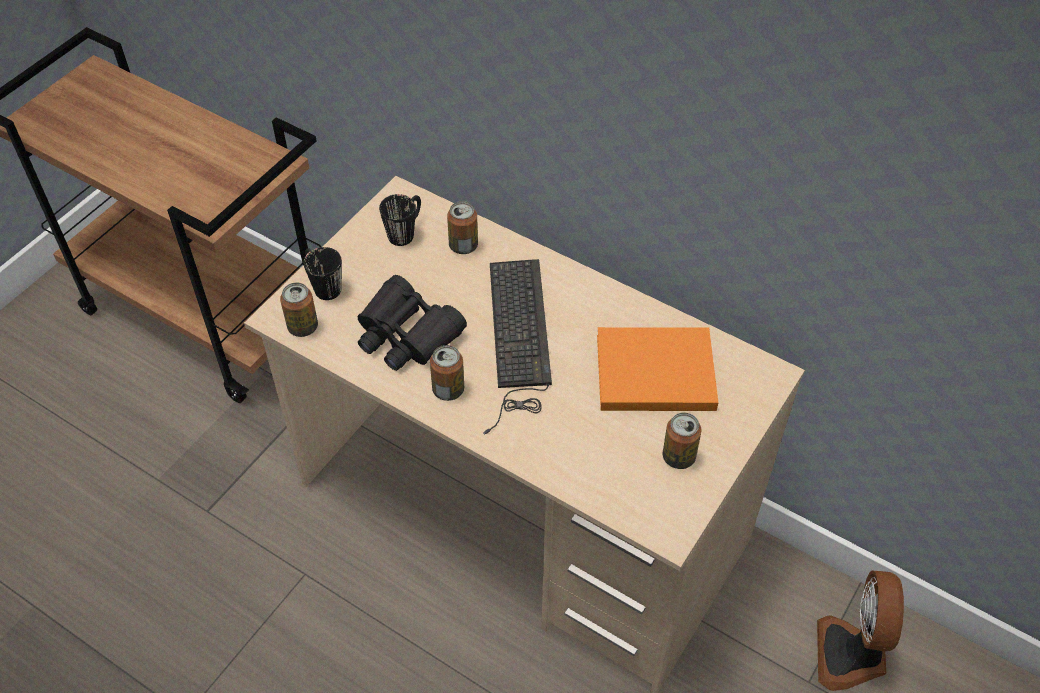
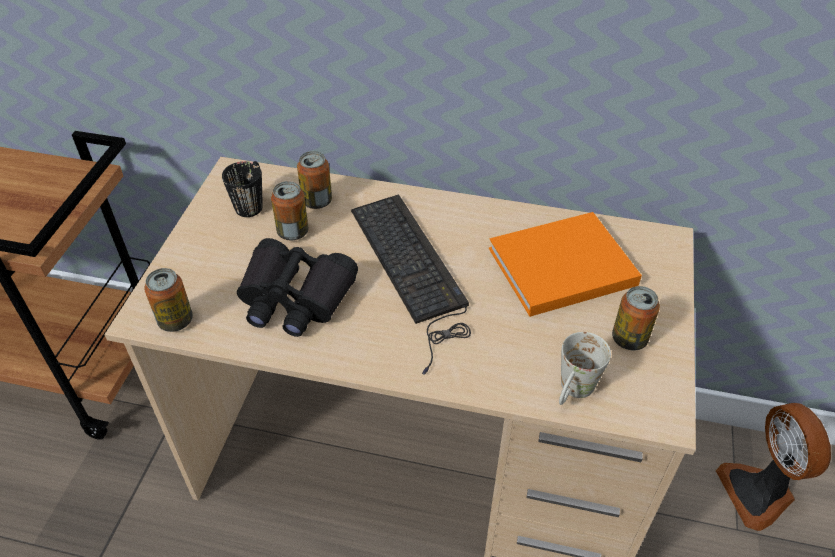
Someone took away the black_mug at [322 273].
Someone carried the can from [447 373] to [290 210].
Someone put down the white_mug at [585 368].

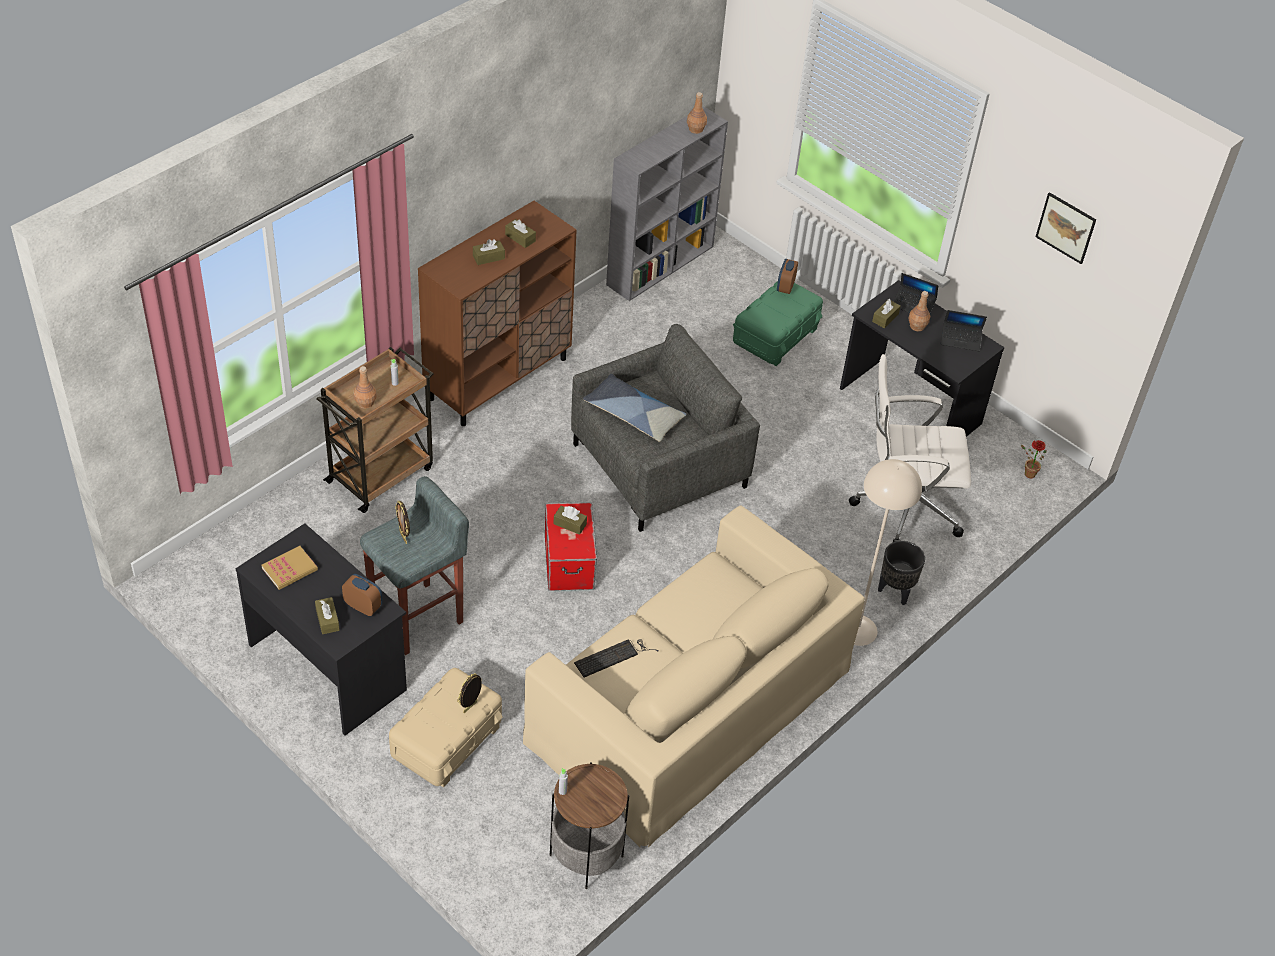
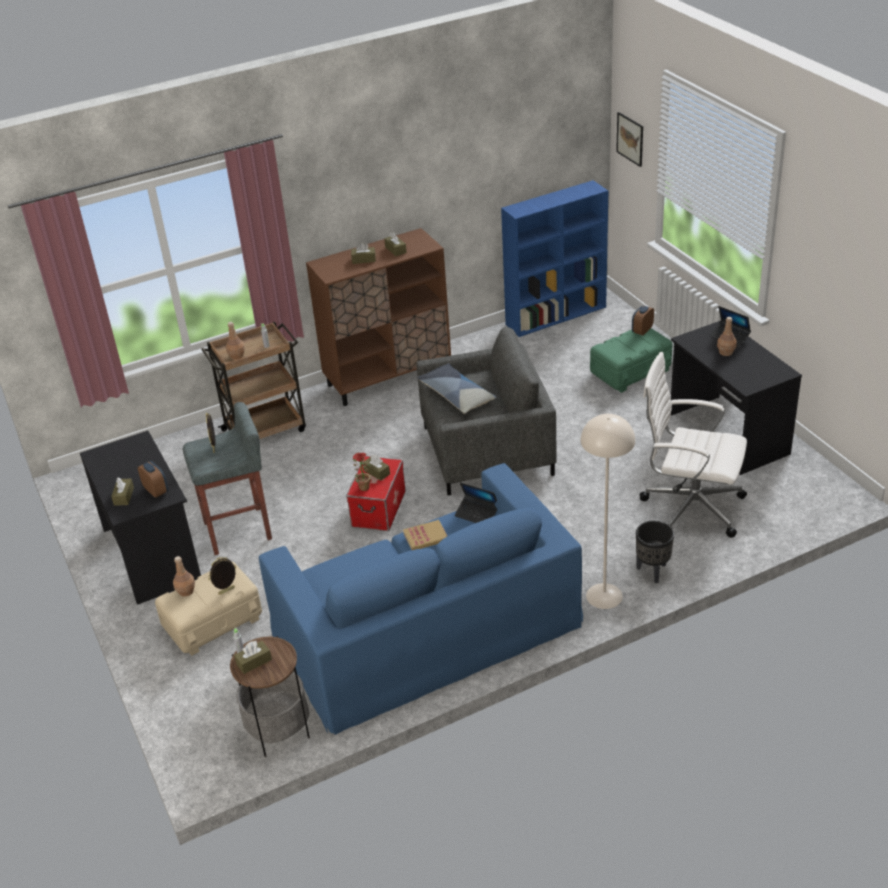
Someone carried the book from [290 568] to [425 535].
Someone repainted the beige_sofa at [694 676], which became the blue_sofa at [421 599].
Someone took away the keyboard at [616 658].
Someone repainted the grey_bookcase at [667 203], which became the blue_bookcase at [554 258].
Someone carried the brown_bottle from [697 113] to [184 576].
Someone carried the brown_tissue_box from [886 313] to [253 657].
Someone carried the laptop from [964 330] to [476 502].
Someone carried the potted_plant from [1034 459] to [362 472].
Someone carried the picture from [1066 228] to [629 139].

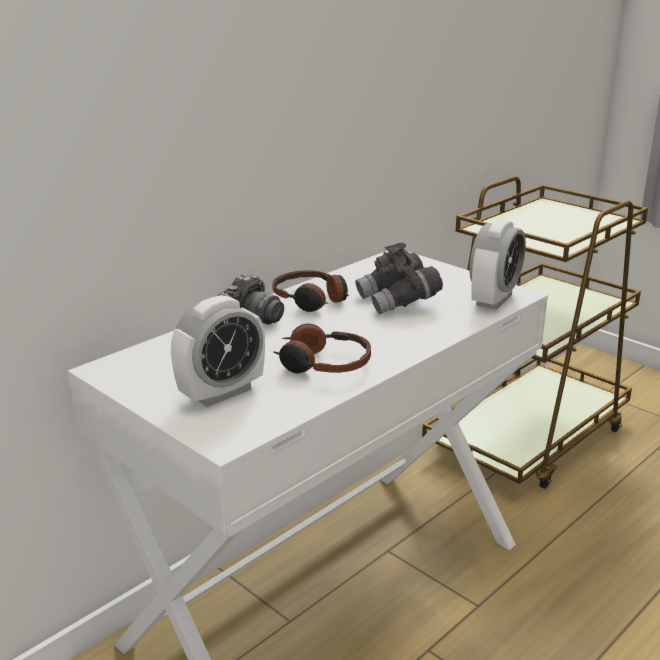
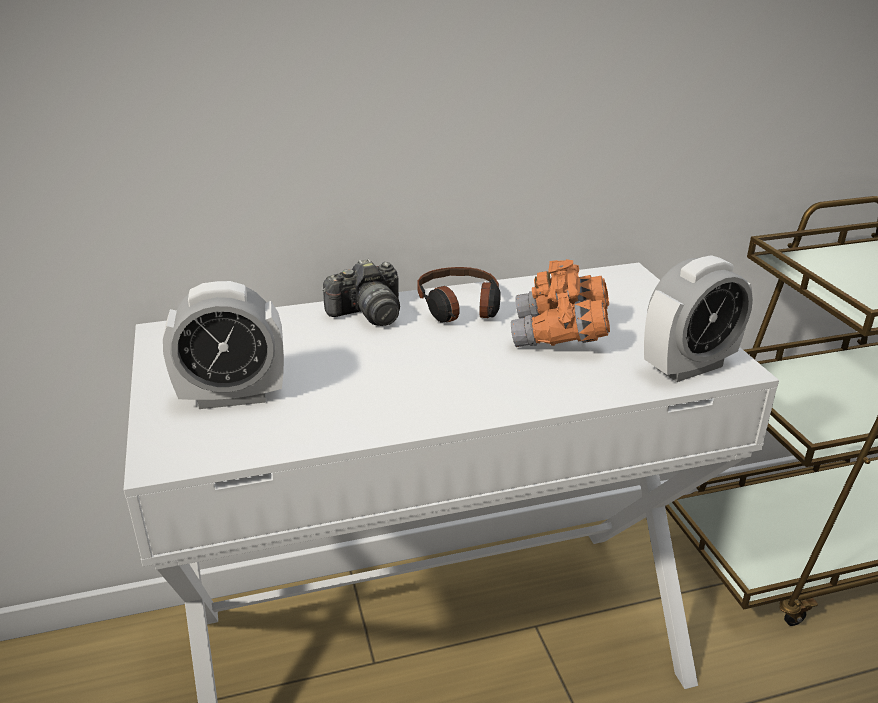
Someone took away the headphones at [322 349].
Someone repainted the grey_binoculars at [399 278], which became the orange_binoculars at [560 303].

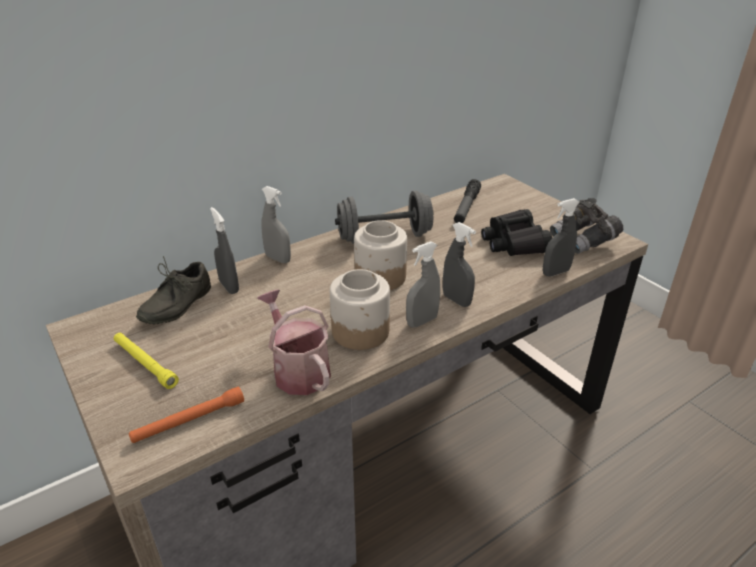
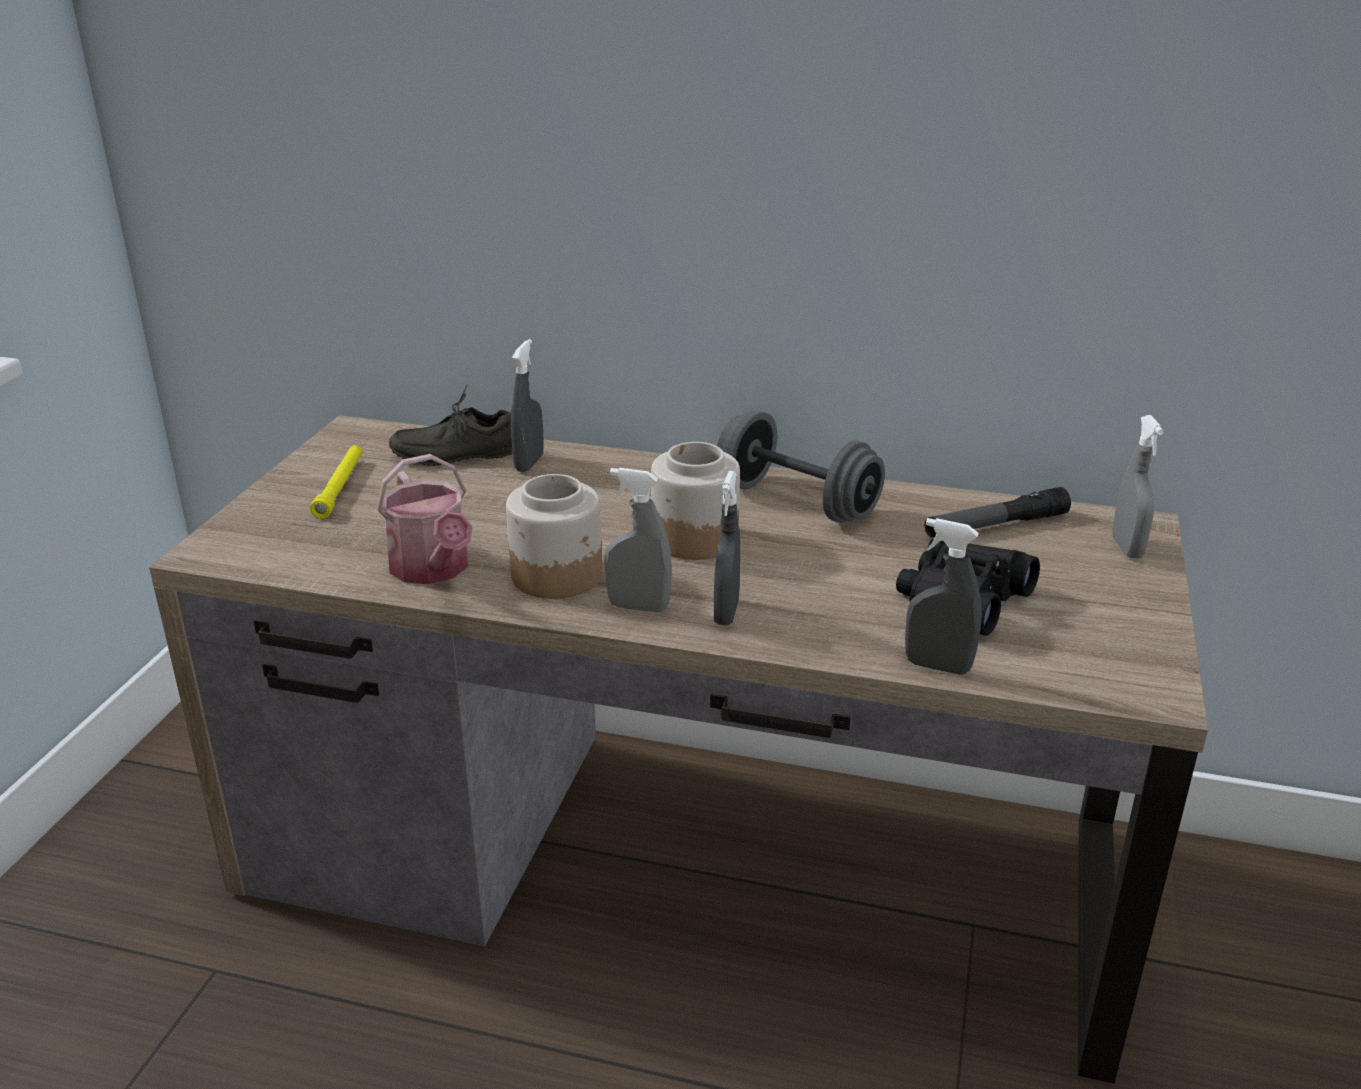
Someone took away the orange_flashlight at [186 415].
Someone rotated the watering_can at [294 342] by 135 degrees clockwise.
Someone carried the grey_spray_bottle from [276 224] to [1138 486].
Someone took away the grey_binoculars at [586 226].

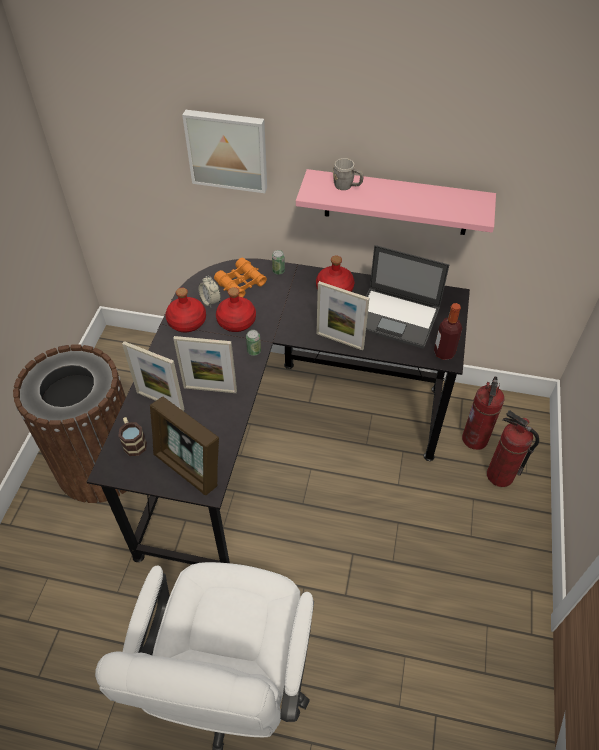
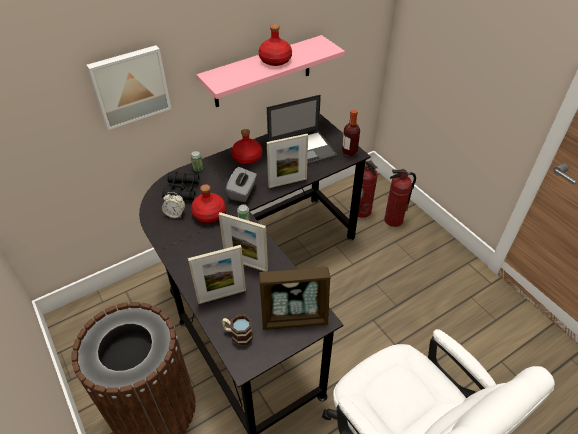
Someone carried the red_bottle from [185 310] to [275 45].
Someone rotated the picture_frame at [205 364] by 60 degrees clockwise.
Someone repainted the orange_binoculars at [240 277], which became the black_binoculars at [180 186].
Someone took away the grey_mug at [348 174].
Someone put down the grey_tissue_box at [241 184].

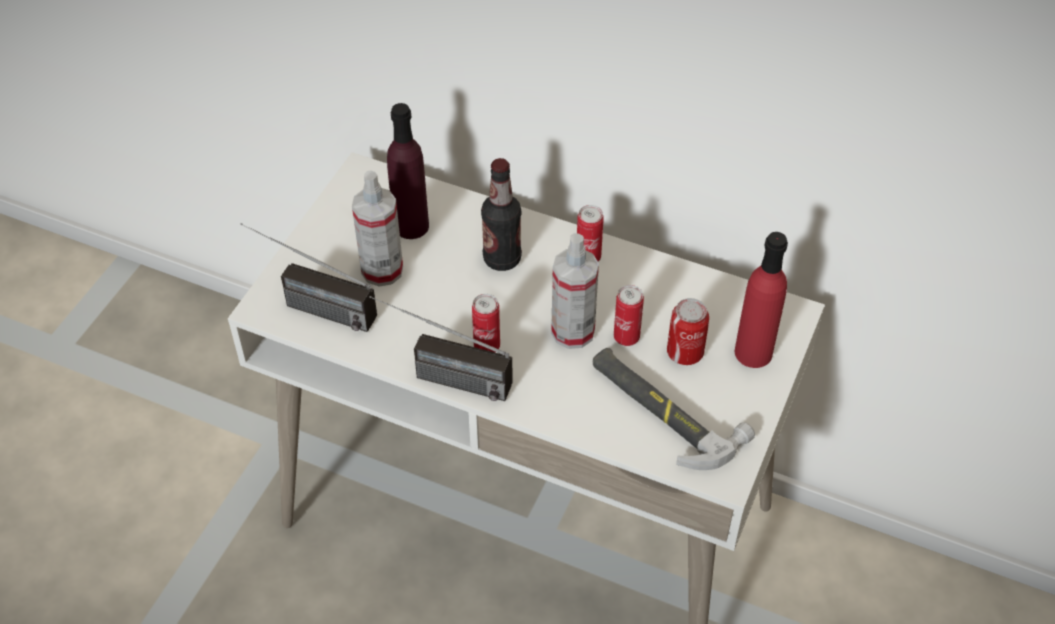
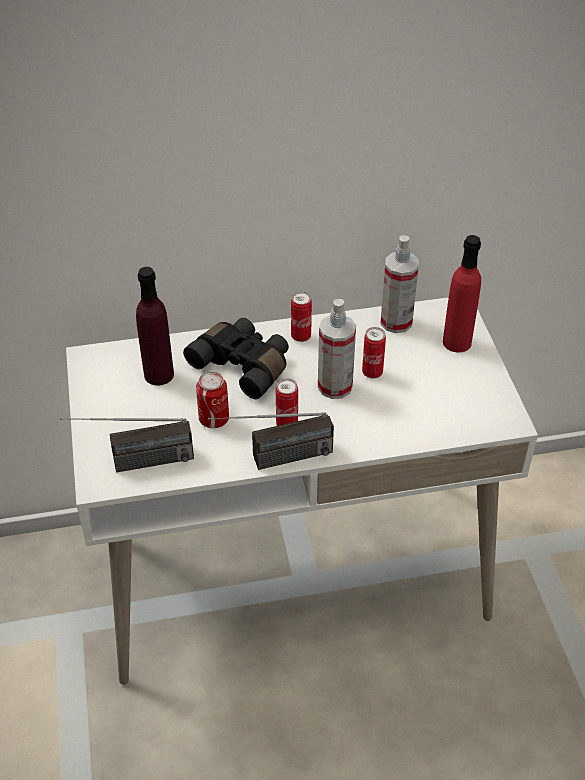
Someone carried the spray_bottle from [377 228] to [399 284].
Someone swapped the bottle at [501 214] for the black_binoculars at [236 358].
Someone took away the hammer at [674 409].
Someone carried the can from [688 331] to [212 400].

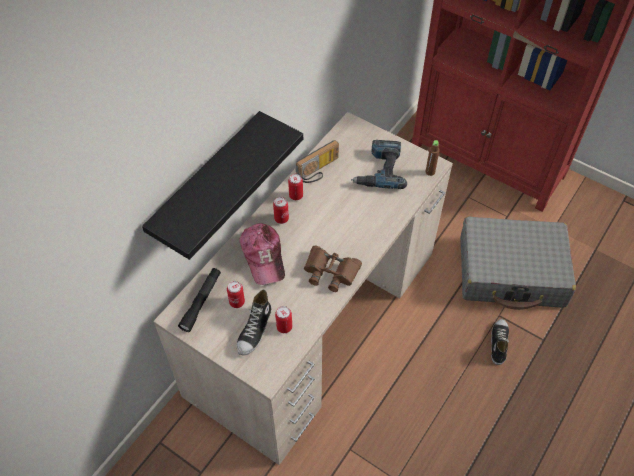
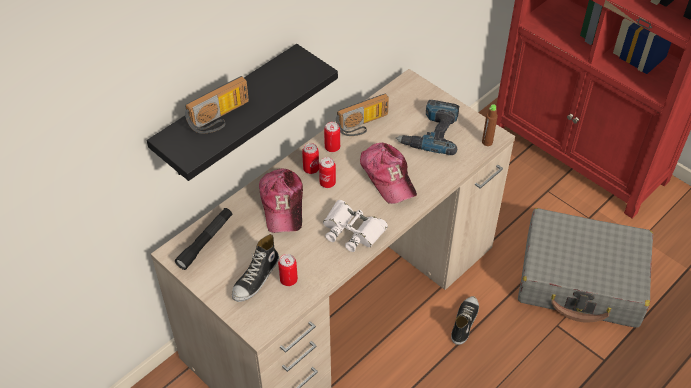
Someone carried the can from [236 294] to [327 172].
Someone repainted the brown_binoculars at [333 269], which became the white_binoculars at [355 226].
Someone carried the shoe from [500 342] to [465 320].
Someone put down the radio at [217 105].
Someone put down the cap at [388 173].

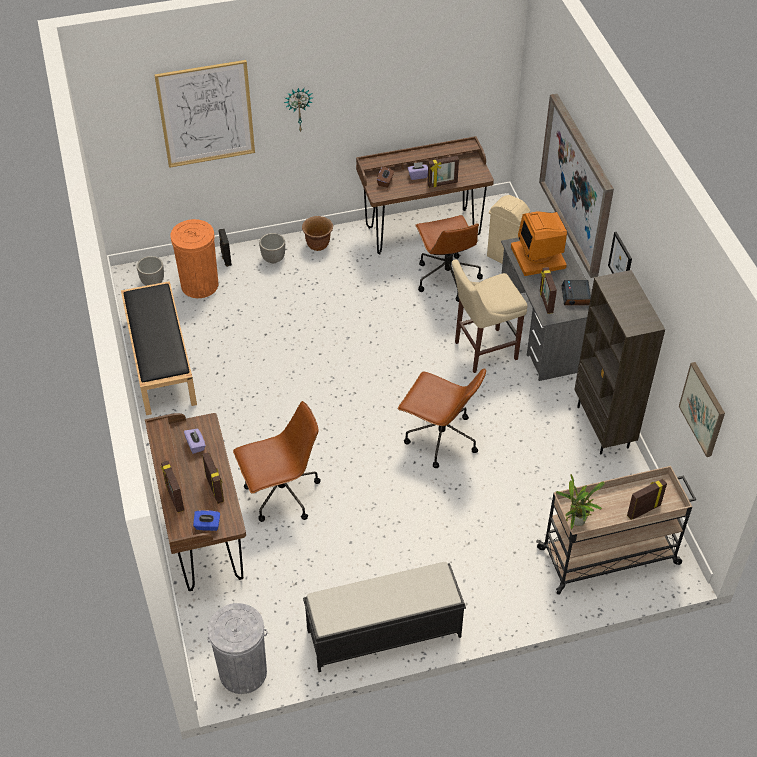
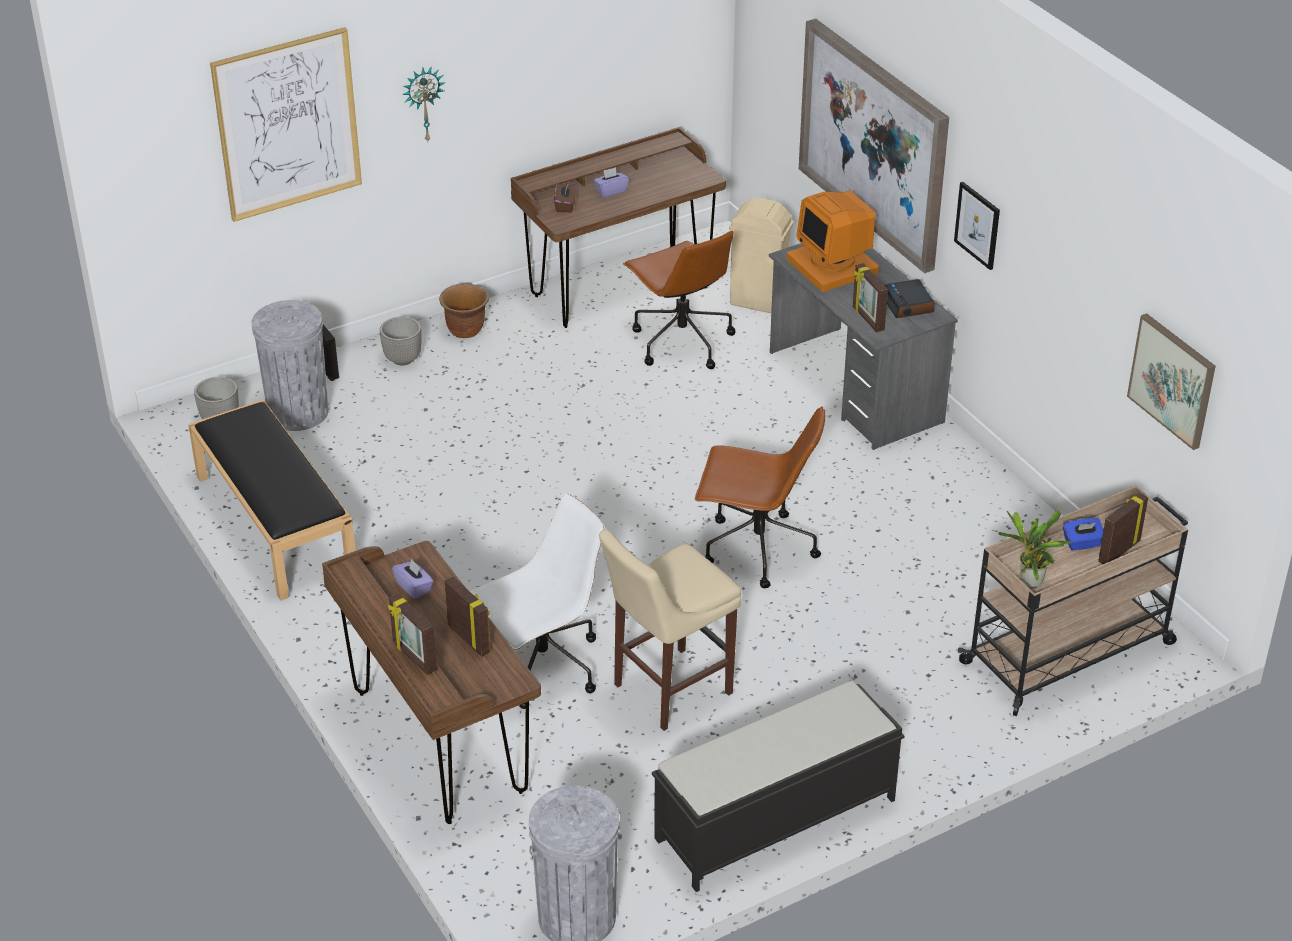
Someone repainted the orange_trash_can at [194 258], which became the grey_trash_can at [290 365].
Someone carried the blue_tissue_box from [206 520] to [1083 534].
Someone repainted the brown_office_chair at [277 461], which became the white_office_chair at [538 601].
Someone took away the picture_frame at [443 172].
Someone carried the beige_stool from [490 316] to [670 630].
Someone took away the brown_bookcase at [619 362].

